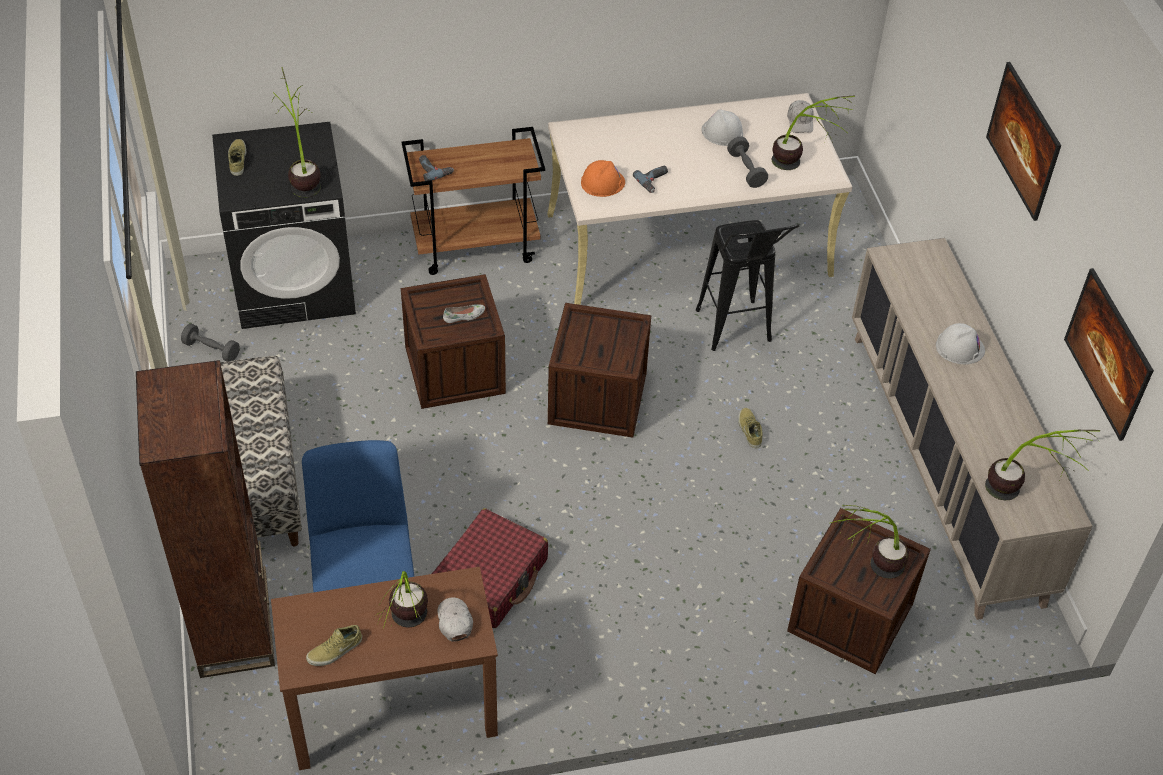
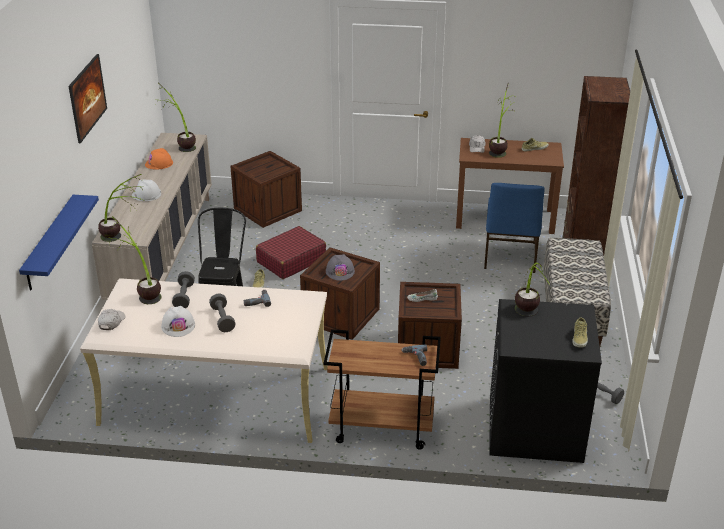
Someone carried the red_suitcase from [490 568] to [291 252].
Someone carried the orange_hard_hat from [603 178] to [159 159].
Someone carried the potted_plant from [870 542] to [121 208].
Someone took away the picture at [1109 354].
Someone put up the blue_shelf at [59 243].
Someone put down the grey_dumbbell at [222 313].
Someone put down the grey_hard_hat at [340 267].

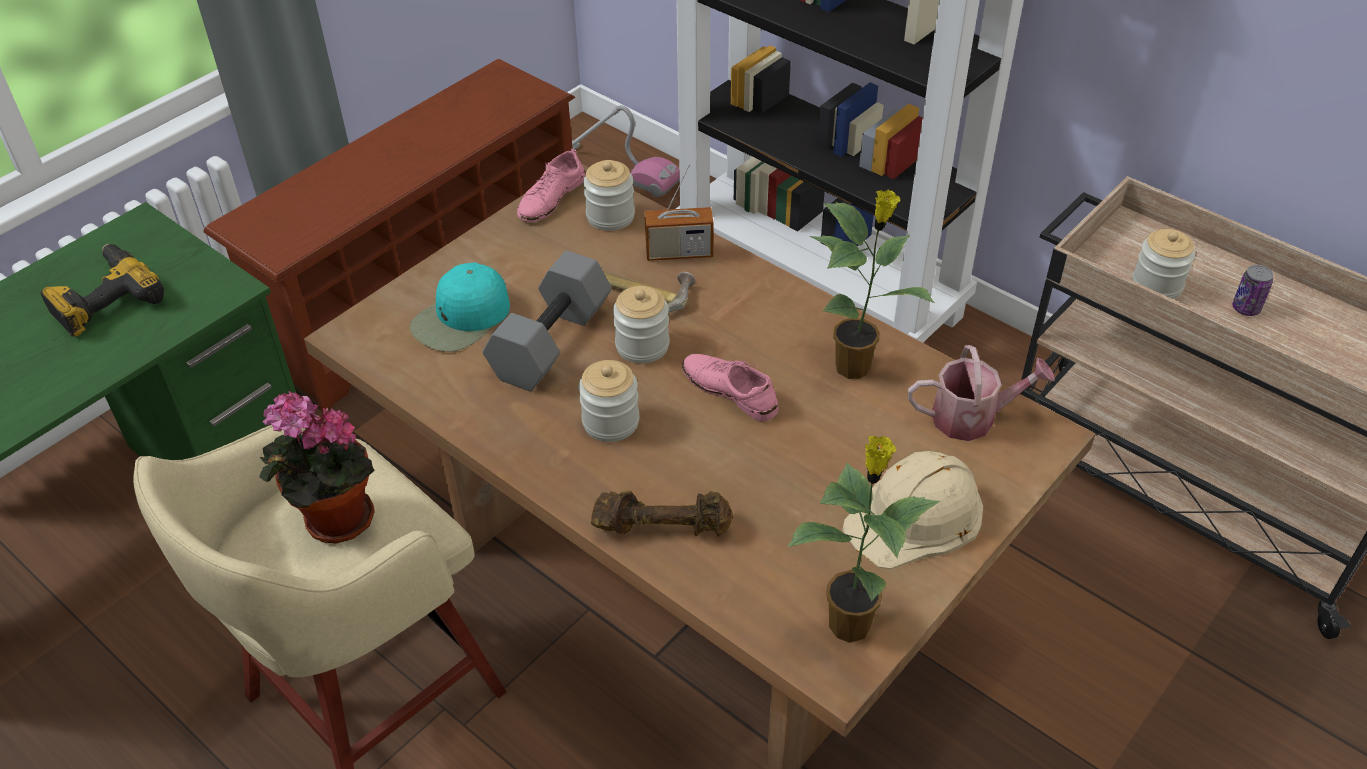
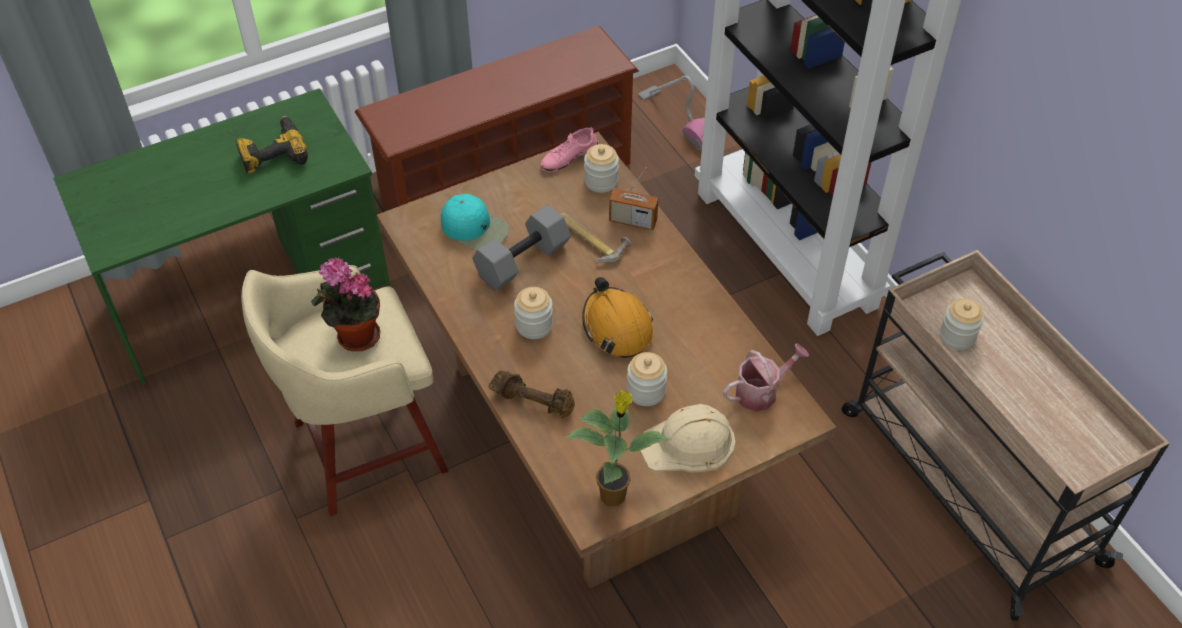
Someone rotated the turquoise_cap at [460 307] by 120 degrees counterclockwise.
Someone carried the jar from [641 325] to [647 379].
Someone swapped the pink_shoe at [730 387] for the orange_hard_hat at [618 317].
Someone took away the potted_plant at [872 284].
Someone rotated the watering_can at [981 393] by 45 degrees counterclockwise.
Someone took away the can at [1252 290].

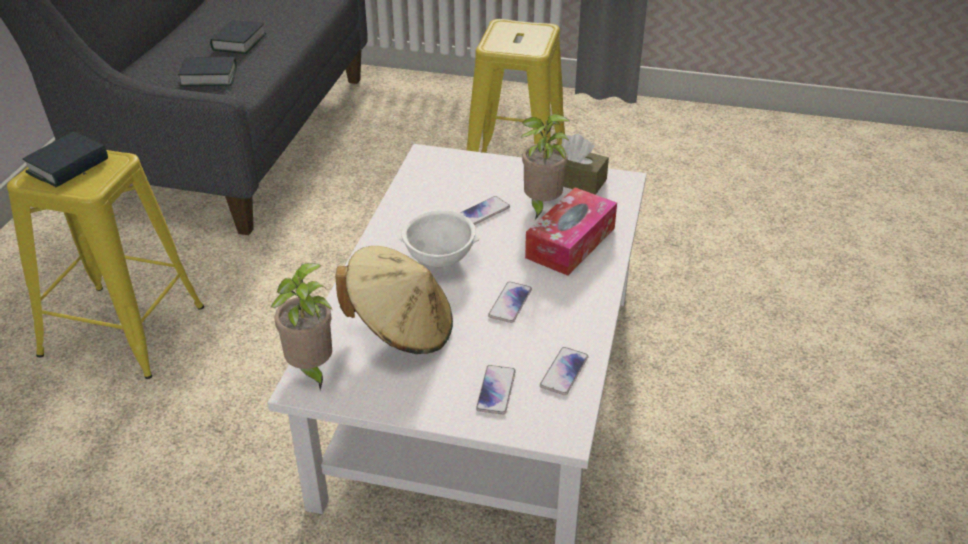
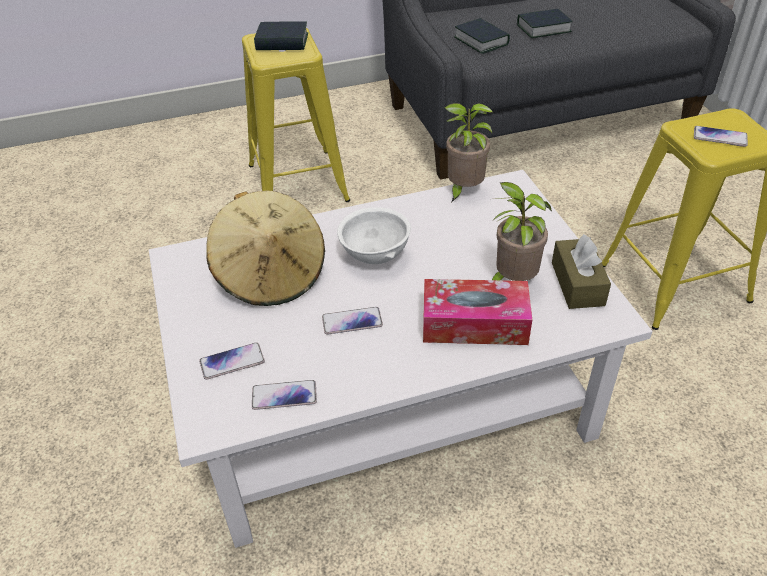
Someone carried the potted_plant from [301 326] to [468 153].
Someone carried the phone from [485 210] to [721 136].

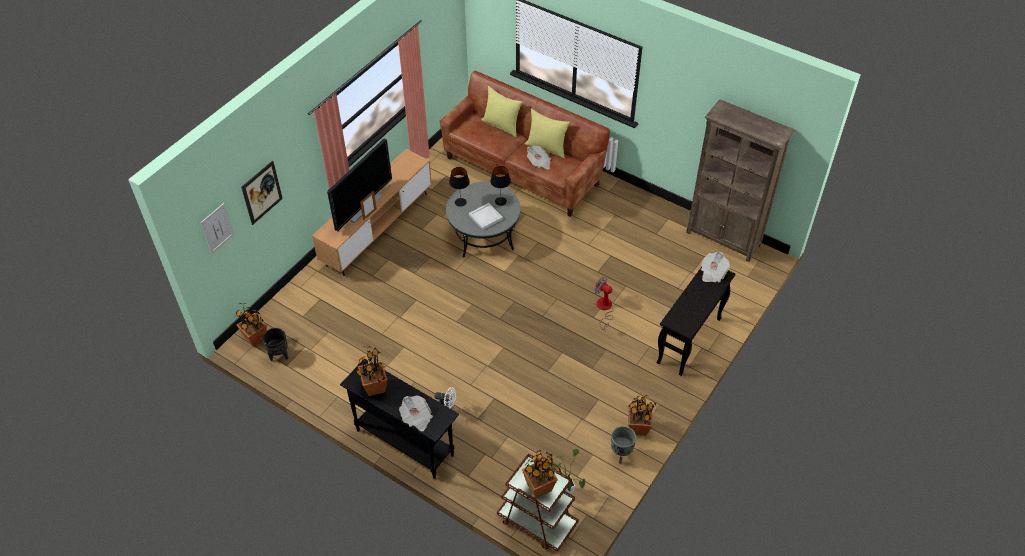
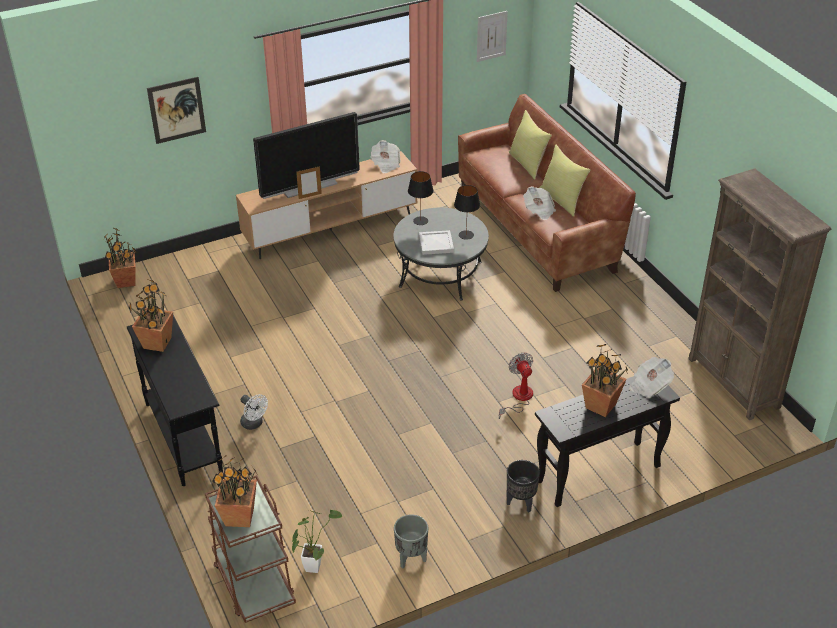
Someone carried the picture from [217 228] to [492 36].
Someone carried the black_planter from [275 344] to [523 486].
Someone carried the newspaper from [416 413] to [385 157].
Someone carried the potted_plant from [642 415] to [605 380].

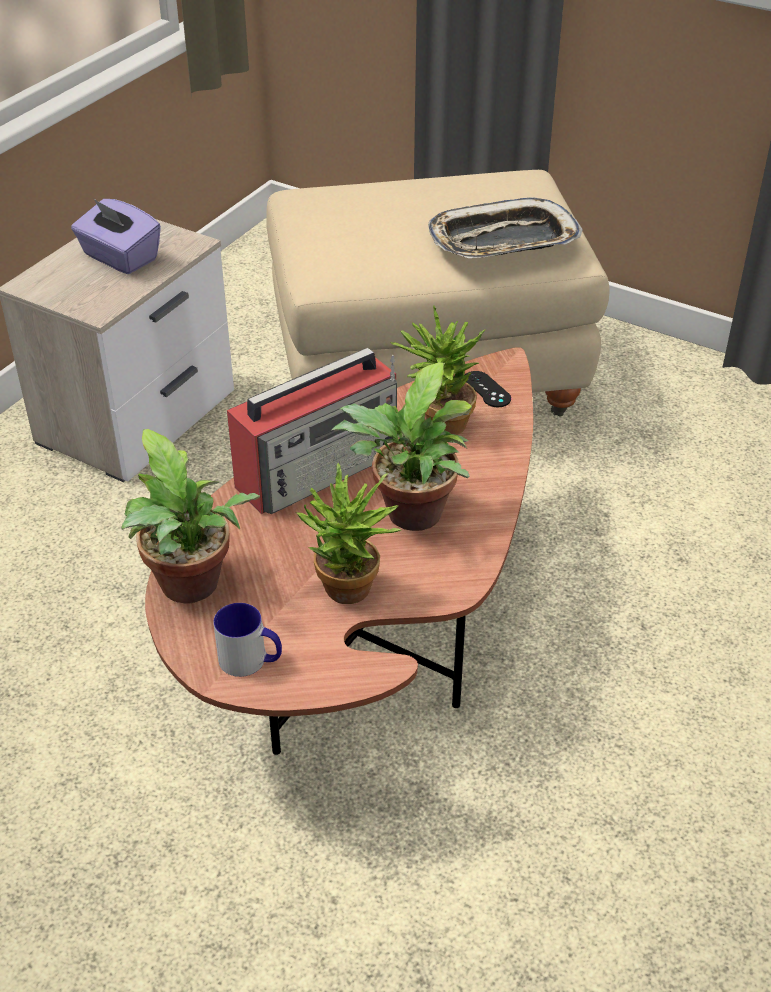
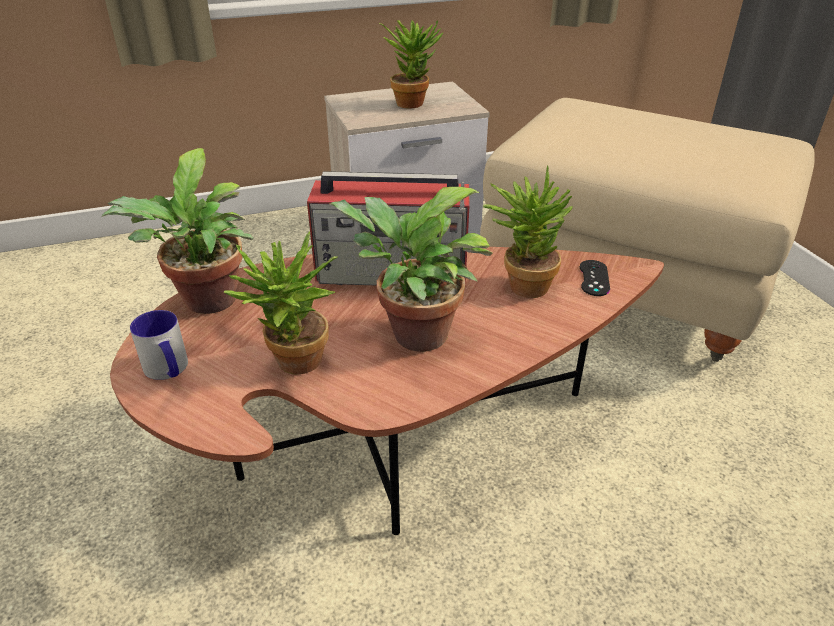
Someone swapped the purple_tissue_box at [116 236] for the potted_plant at [411 64].
Someone took away the tray at [505 227].

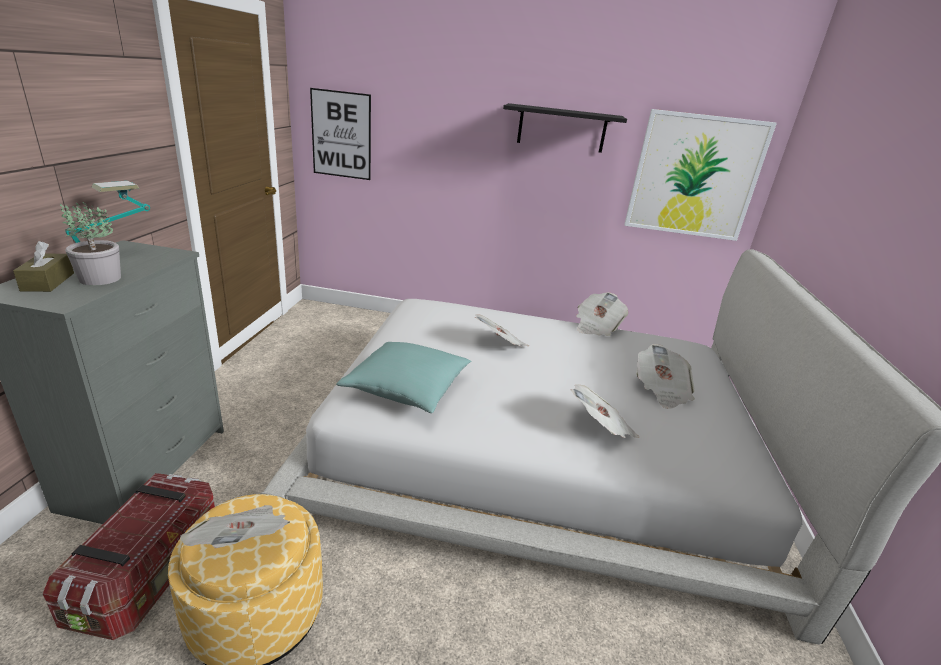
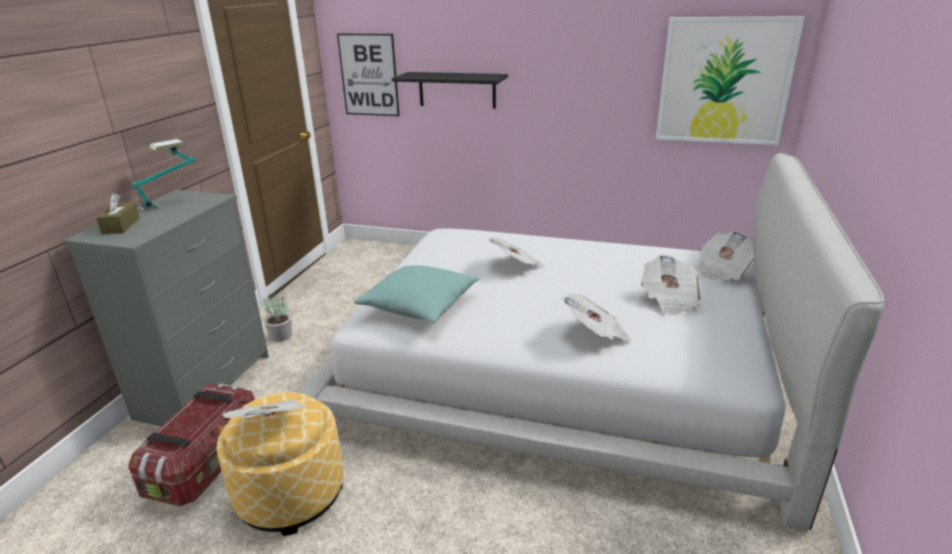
Someone carried the potted_plant from [90 243] to [277 318].
Someone carried the black_shelf from [565 128] to [450 90].
Someone carried the newspaper from [602 314] to [726 256].

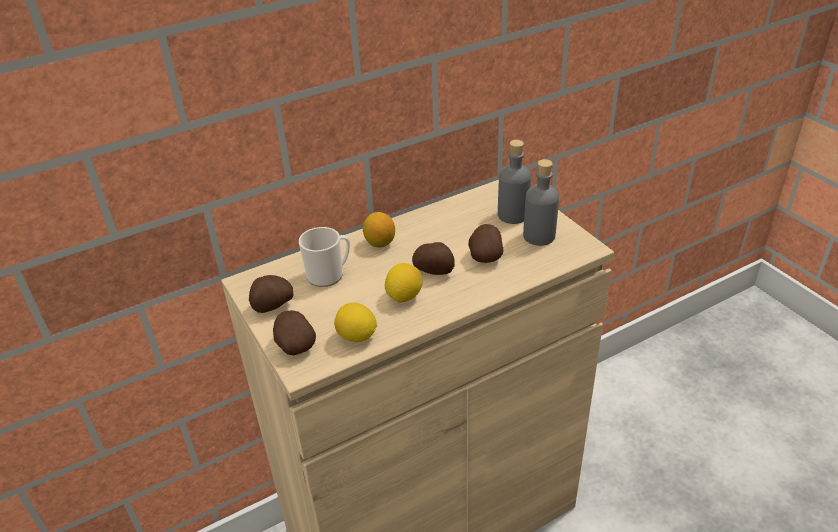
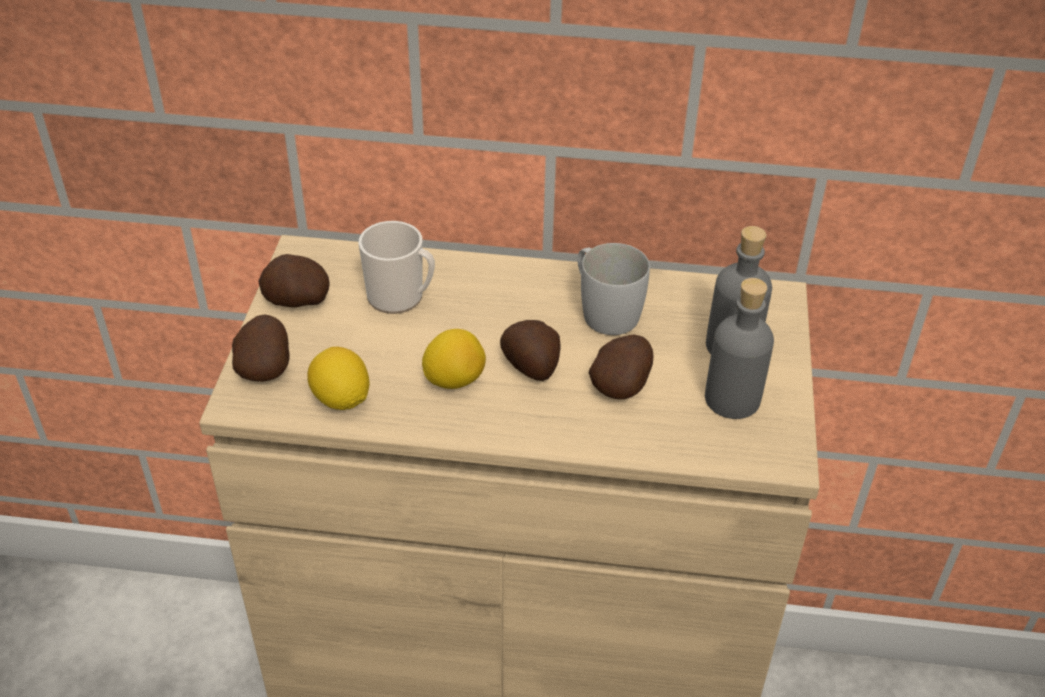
Someone took away the lemon at [379 229].
Someone put down the white_mug at [614 289].

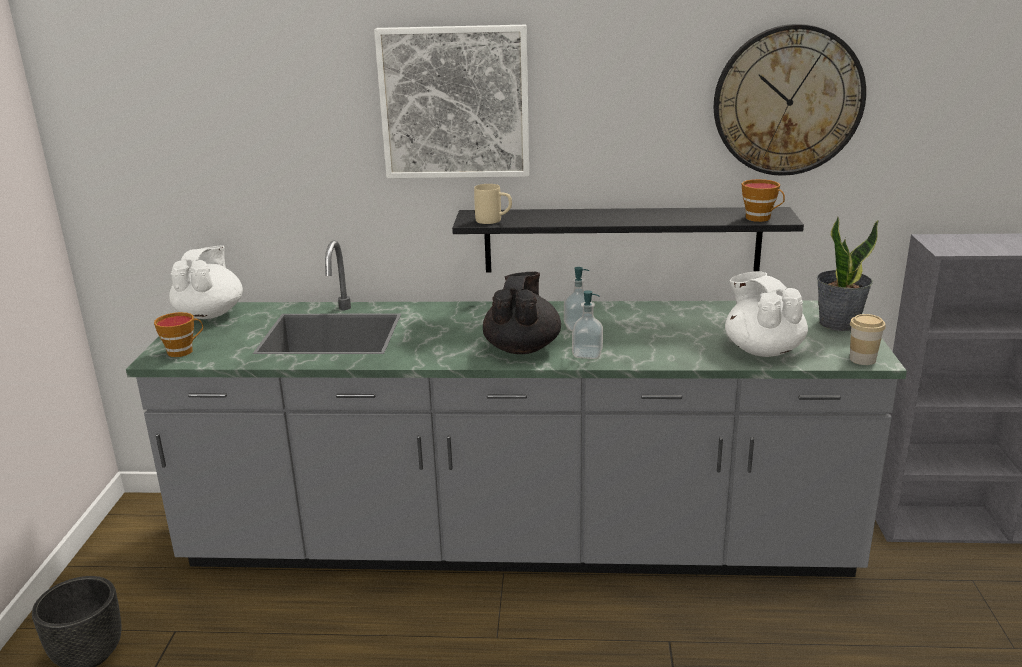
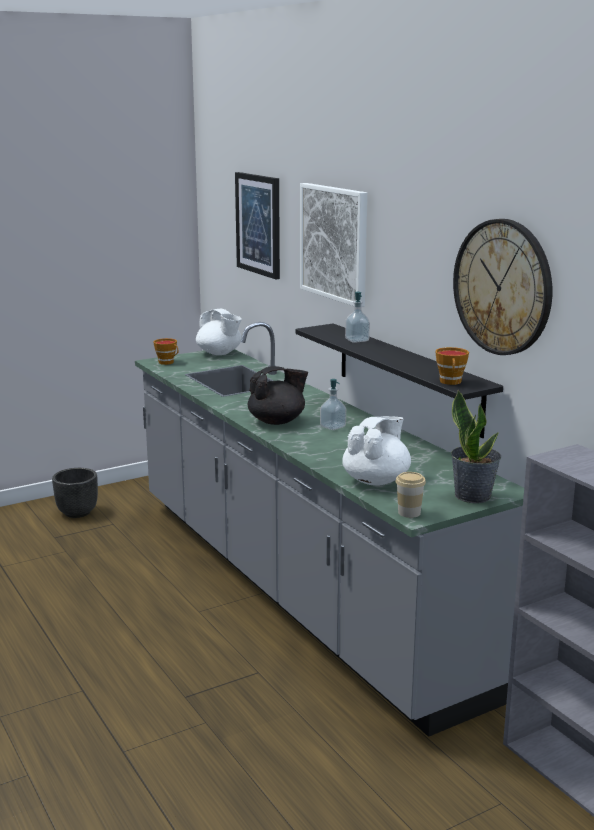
Someone rotated the white_teapot at [206 282] by 75 degrees clockwise.
Someone took away the beige_mug at [493 204].
Someone carried the soap_dispenser from [587 324] to [357 317].
Someone put up the picture at [257 225].

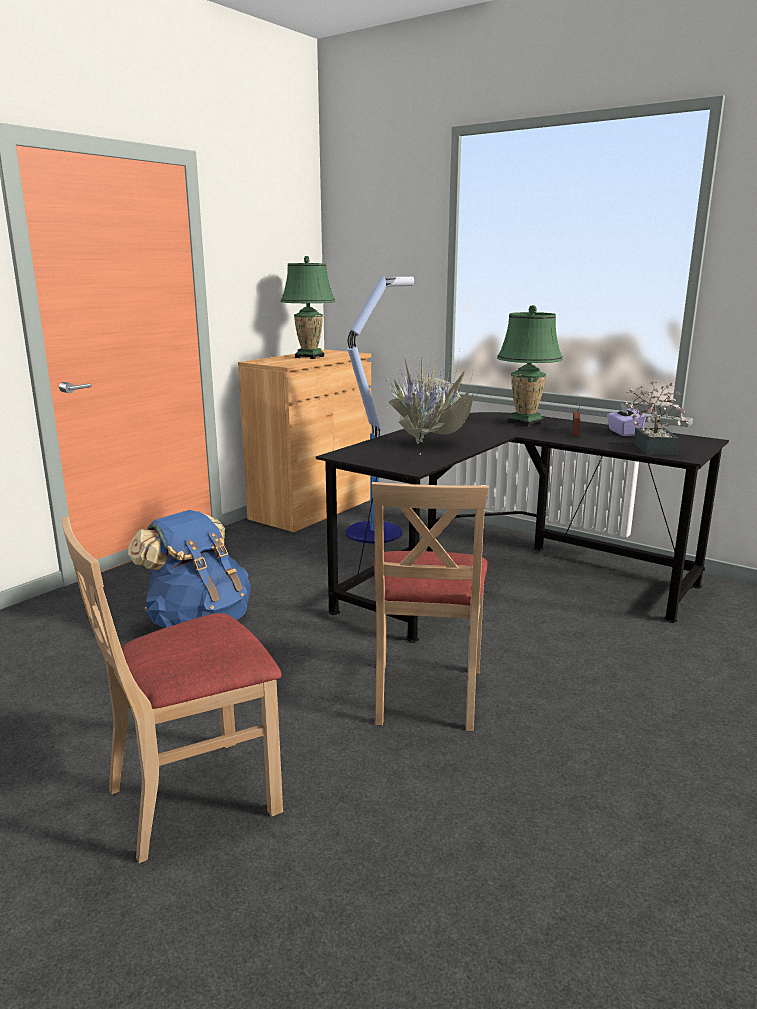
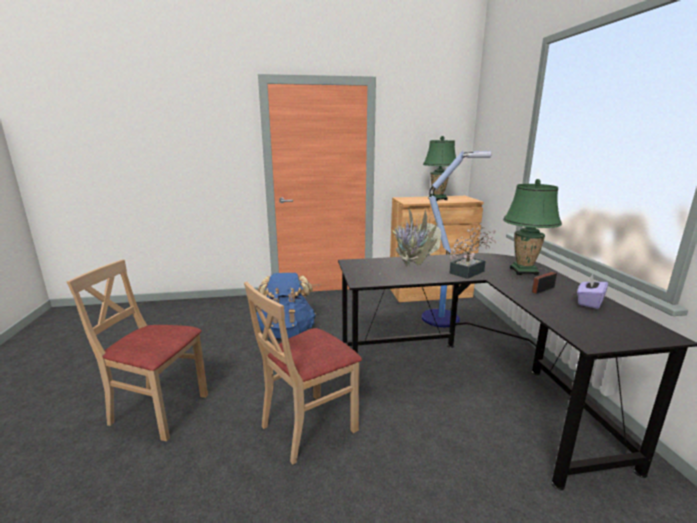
Someone carried the potted_plant from [657 418] to [473 252].

